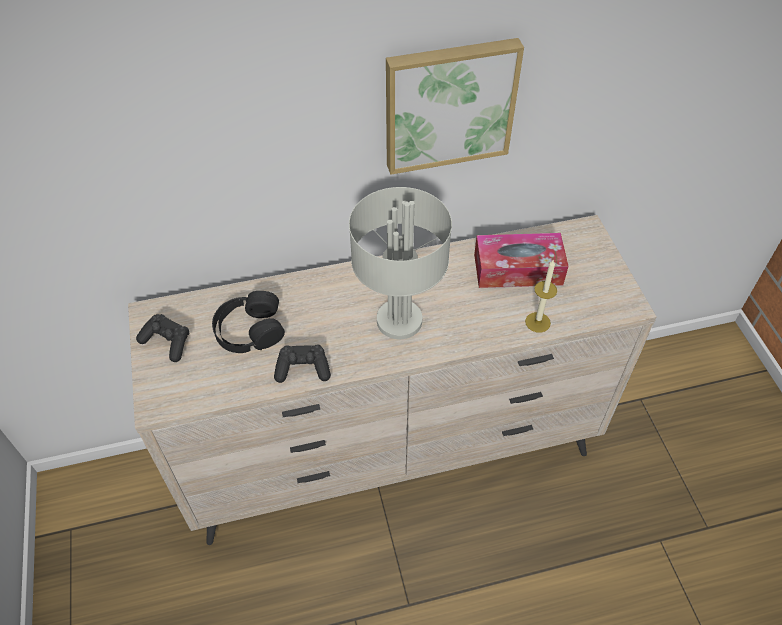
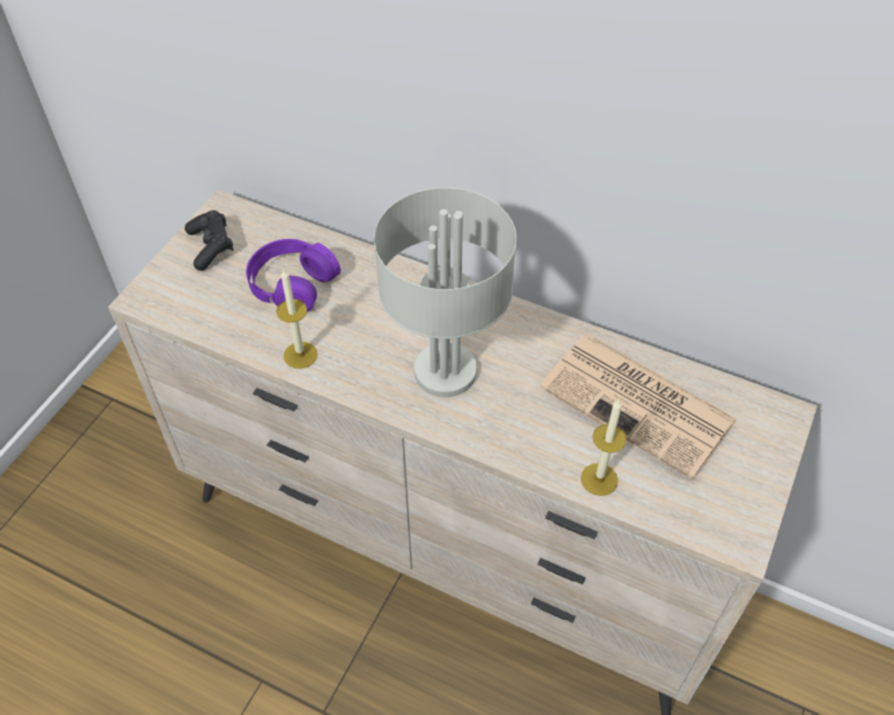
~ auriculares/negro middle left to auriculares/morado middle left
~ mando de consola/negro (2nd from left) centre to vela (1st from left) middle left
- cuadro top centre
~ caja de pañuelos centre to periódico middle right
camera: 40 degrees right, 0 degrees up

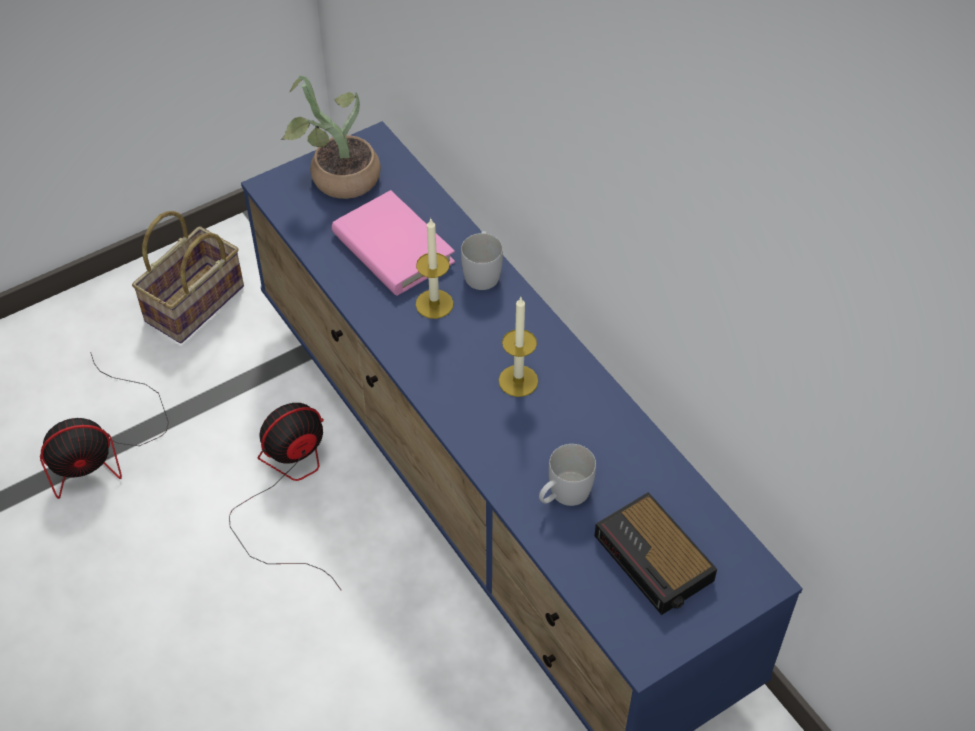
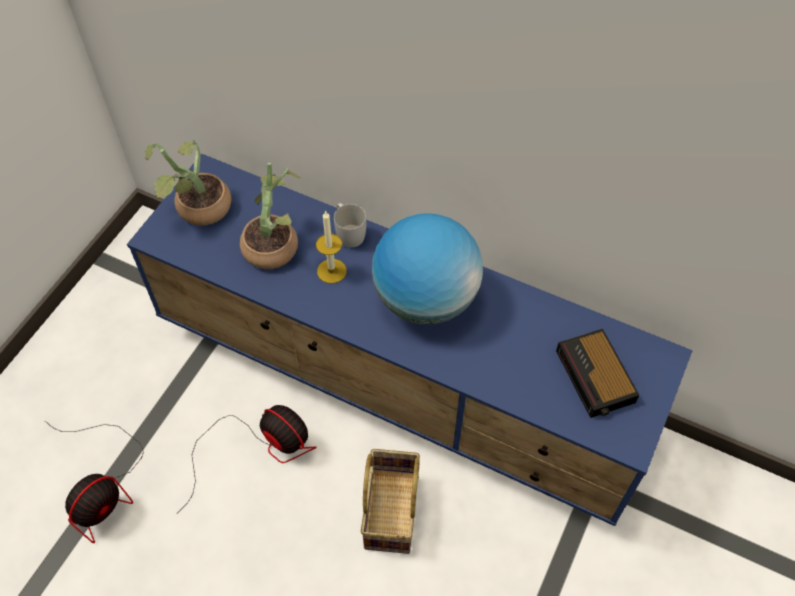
~ cesta middle left to bottom centre
~ ventilador (2nd from left) bottom left = bottom left 105 degrees clockwise
~ libro/rosa top centre to planta en maceta (2nd from left) centre
~ vela (2nd from left) centre to globo terráqueo centre
- taza grande/blanco (2nd from left) centre
~ despertador bottom right = middle right 45 degrees clockwise
camera: 30 degrees left, 5 degrees up

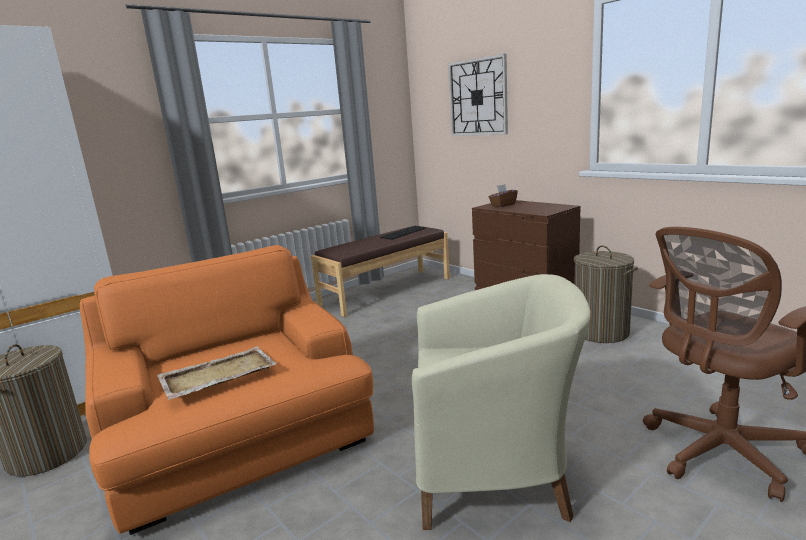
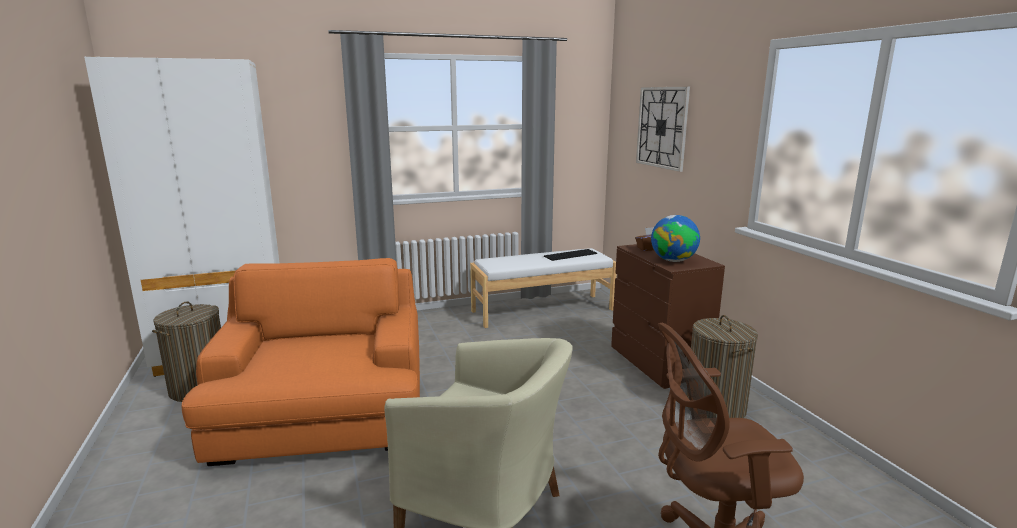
- bandeja/beis bottom left
~ banco/marrón centre to banco/blanco centre
+ globo terráqueo centre
camera: 20 degrees right, 0 degrees up

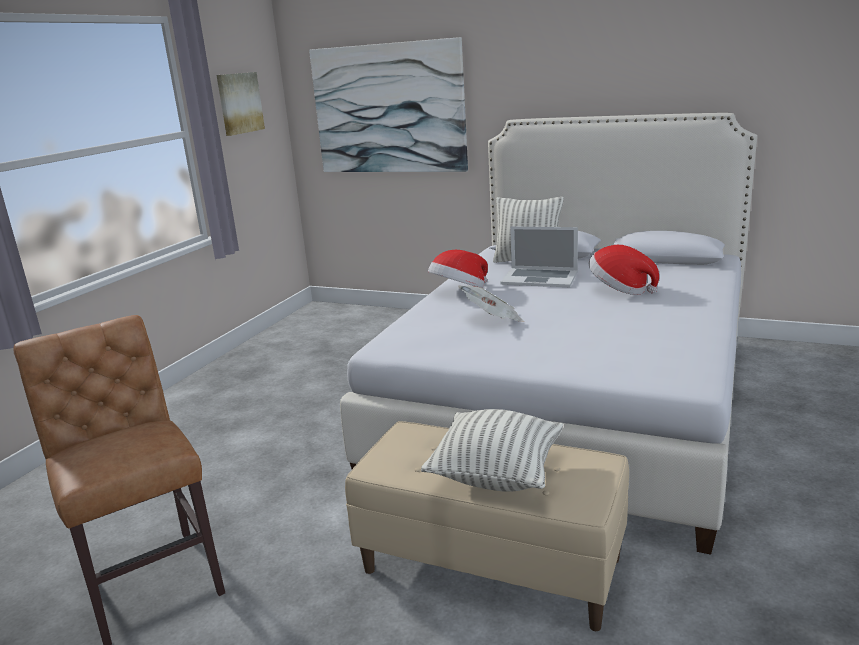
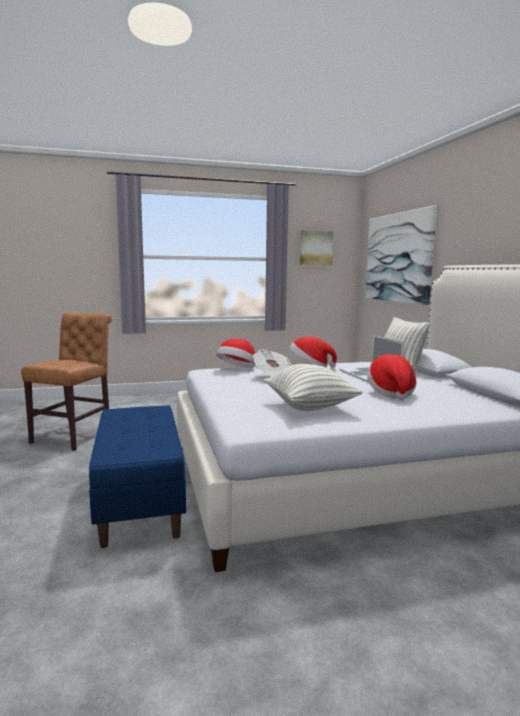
~ banco/beis bottom centre to banco/azul middle left
~ cojín (1st from left) bottom centre to centre
+ sombrero (1st from left) centre
camera: 50 degrees right, 10 degrees down

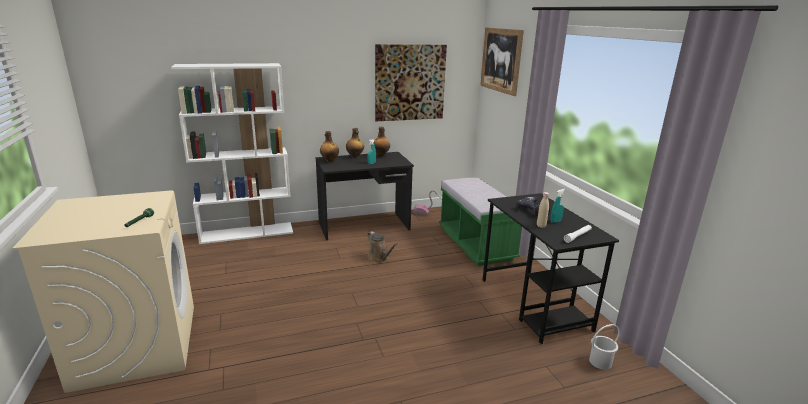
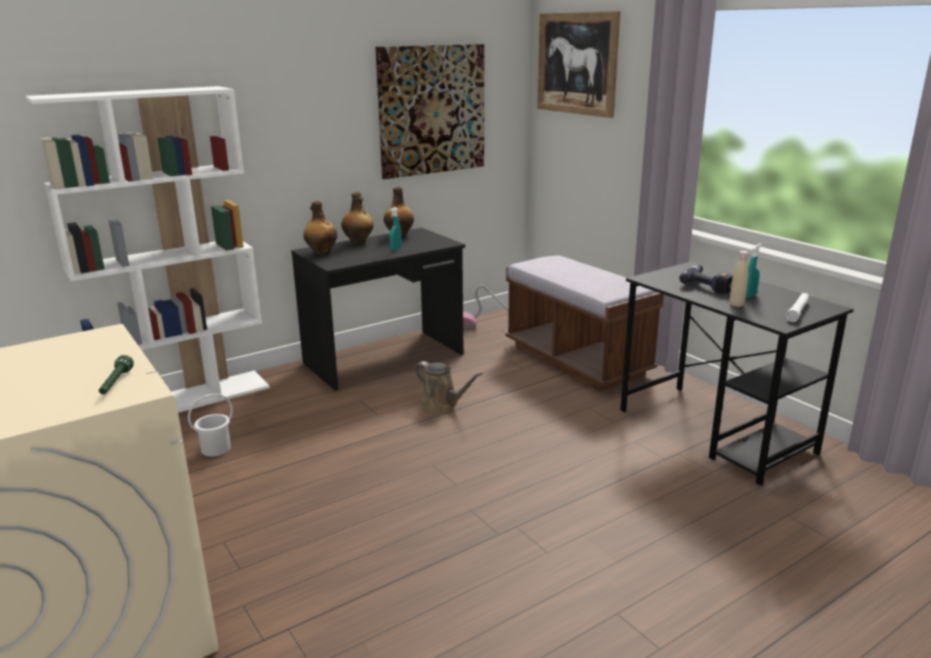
~ banco/verde centre to banco/marrón centre
~ cubo/blanco bottom right to middle left
camera: 15 degrees left, 0 degrees up

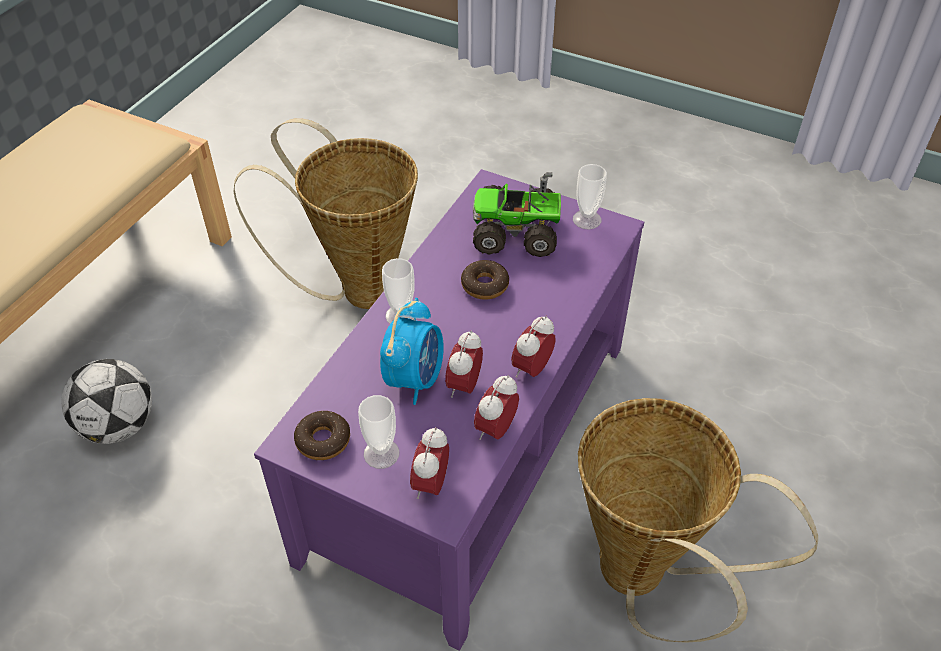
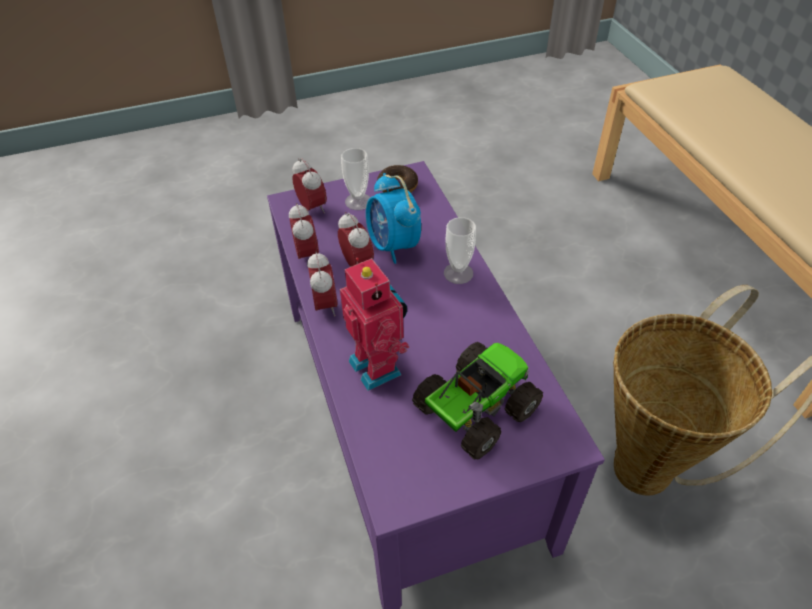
- balón de fútbol middle left
- rosquilla (2nd from left) centre
- taza (3rd from left) top centre
- cesta (2nd from left) bottom right
+ robot de juguete centre
camera: 135 degrees right, 0 degrees up

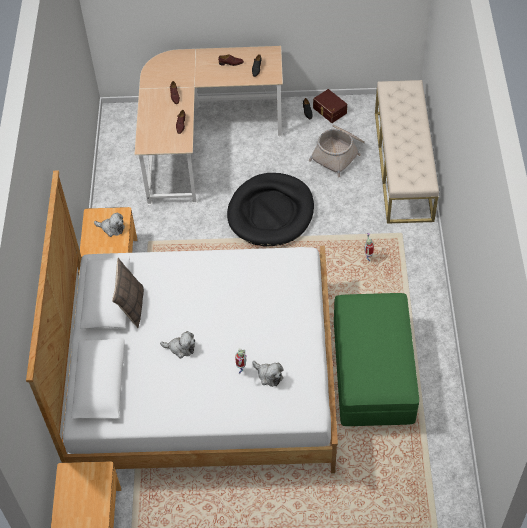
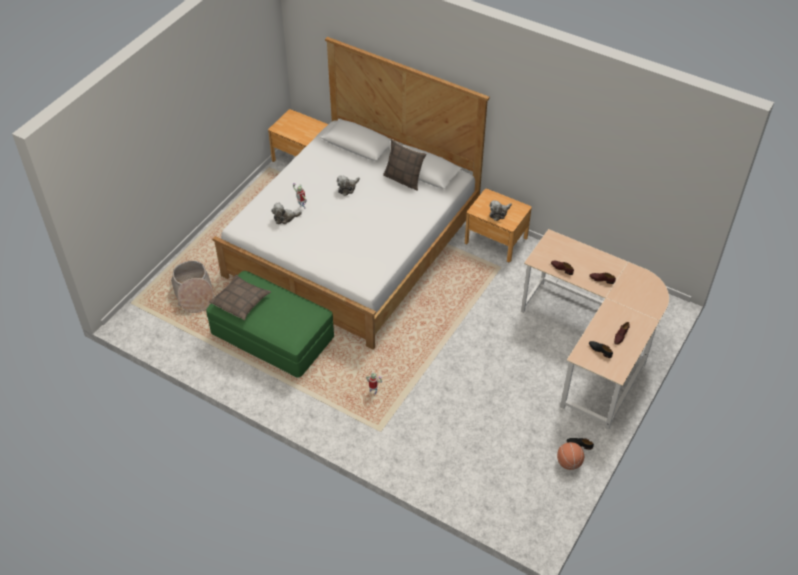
- cama para perro/negro centre
~ cesta top centre to middle left
~ caja de almacenaje/marrón top centre to balón de baloncesto bottom right
- banco/beis top right
+ cojín (1st from left) middle left
camera: 120 degrees right, 5 degrees down

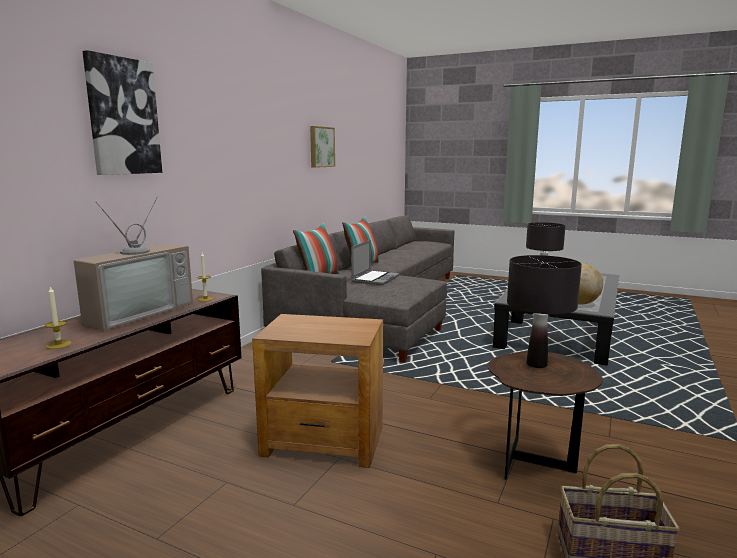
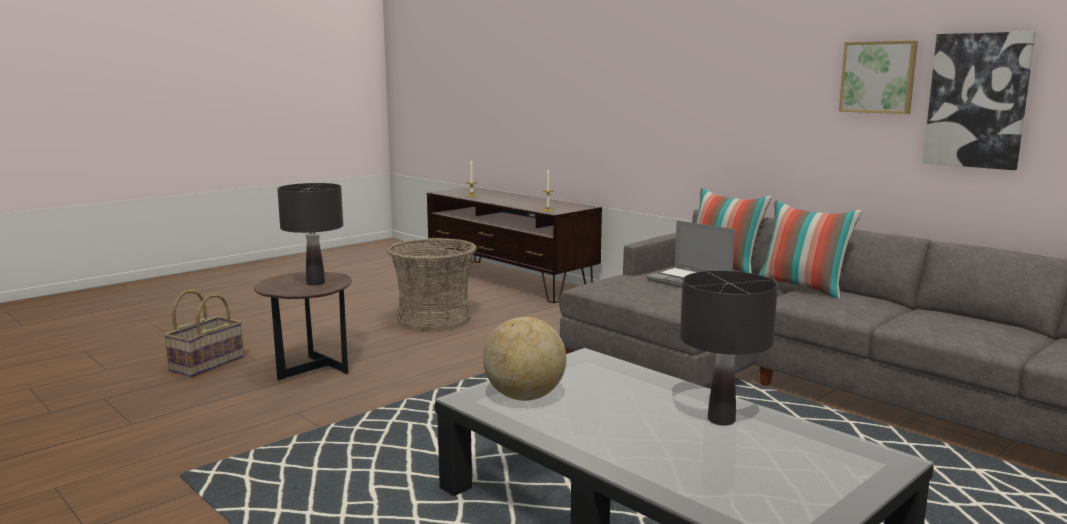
- televisor middle left
~ cuadro (1st from left in the first image) top left to cuadro (2nd from left) top right
~ mesa auxiliar/marrón (1st from left) bottom centre to cesta (2nd from left) centre
camera: 110 degrees right, 0 degrees up

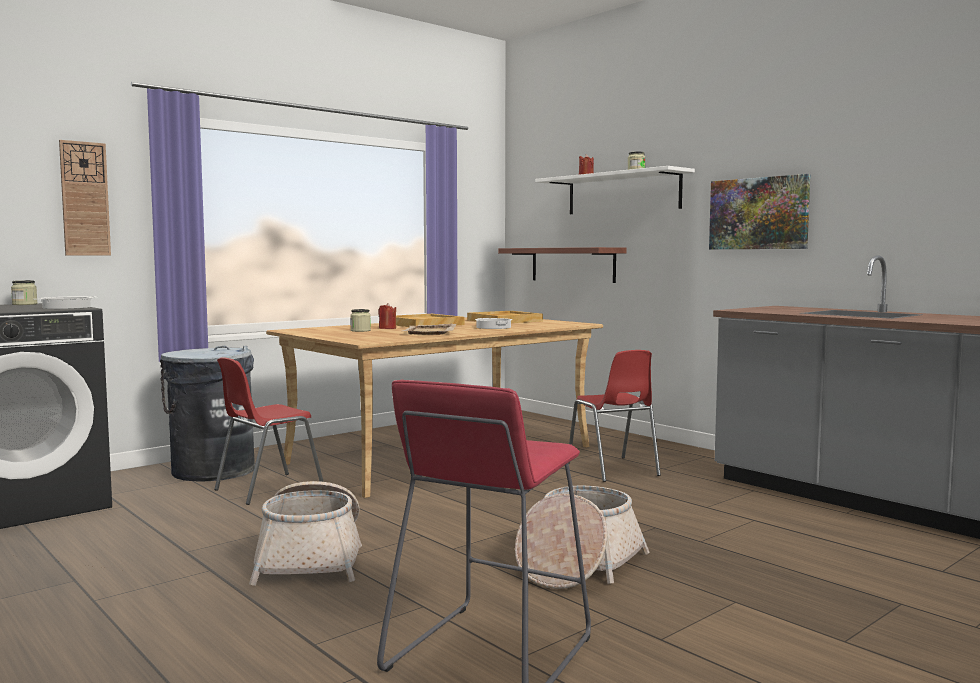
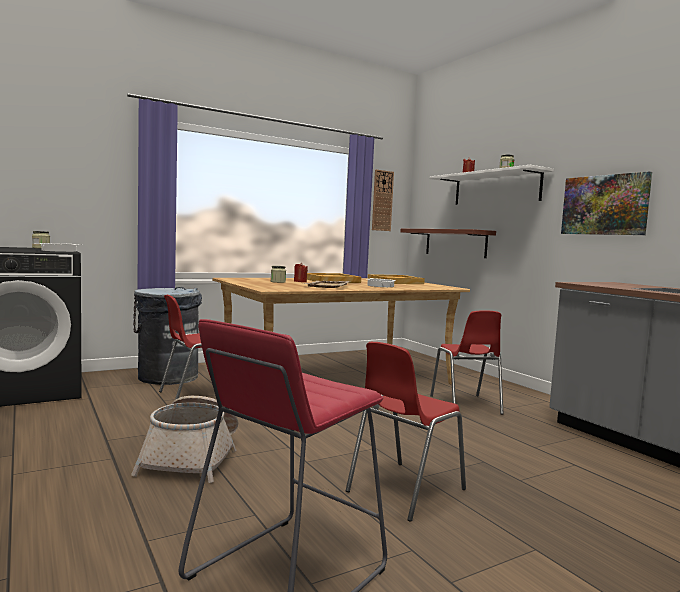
~ reloj de pared top left to centre
~ cesta (2nd from left) bottom centre to silla/rojo (2nd from left) bottom centre
camera: 10 degrees right, 0 degrees up

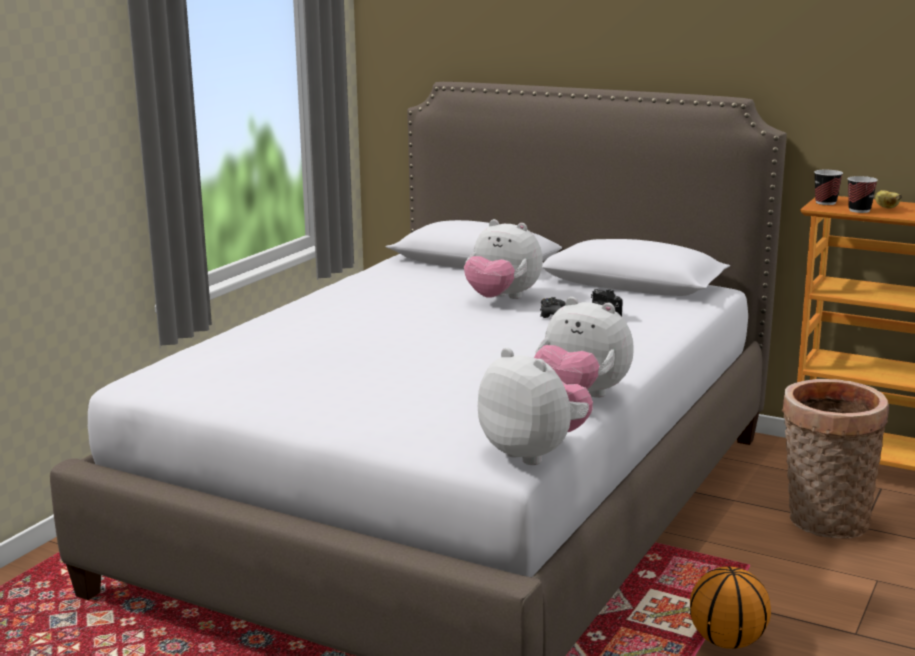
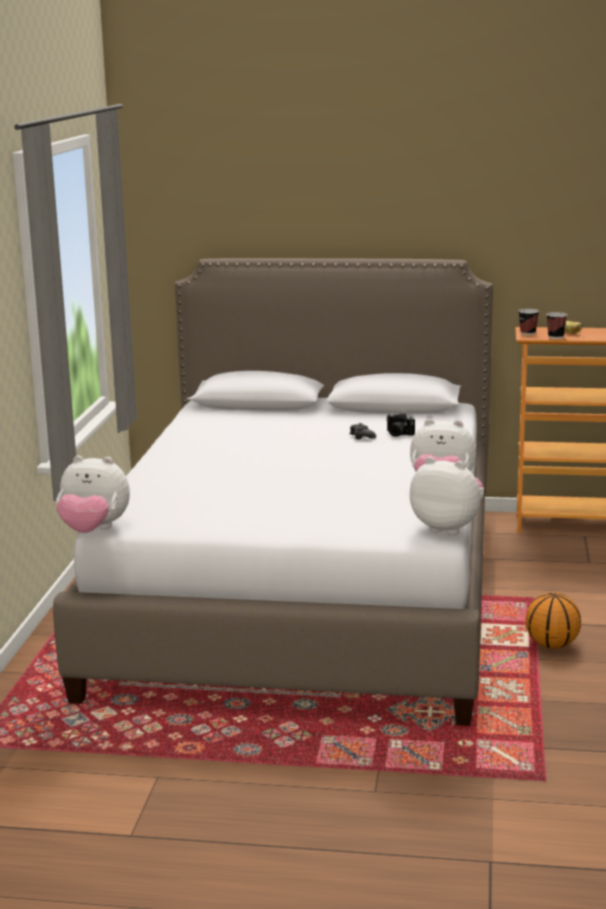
~ peluche (1st from left) centre to middle left
- cesta bottom right
camera: 20 degrees left, 0 degrees up

